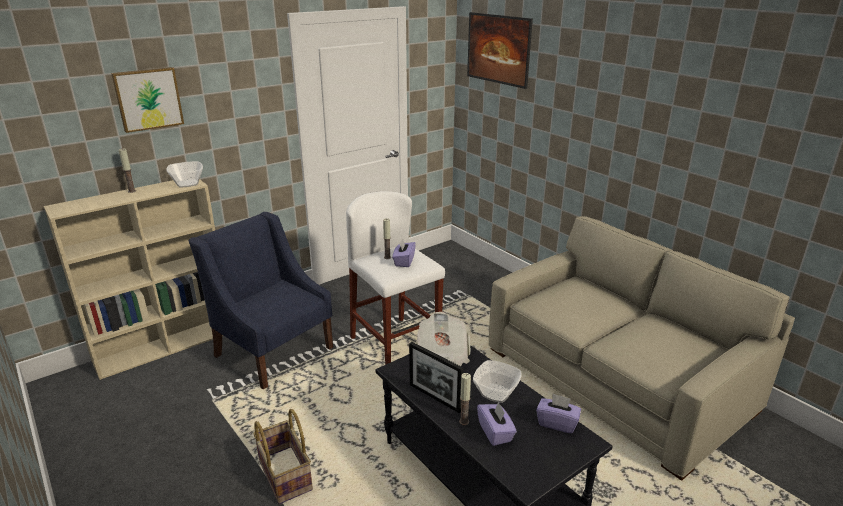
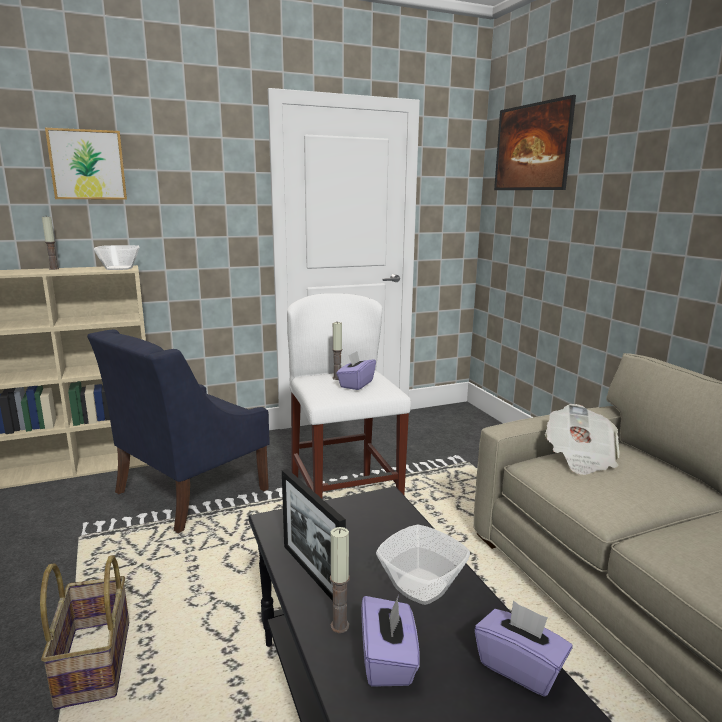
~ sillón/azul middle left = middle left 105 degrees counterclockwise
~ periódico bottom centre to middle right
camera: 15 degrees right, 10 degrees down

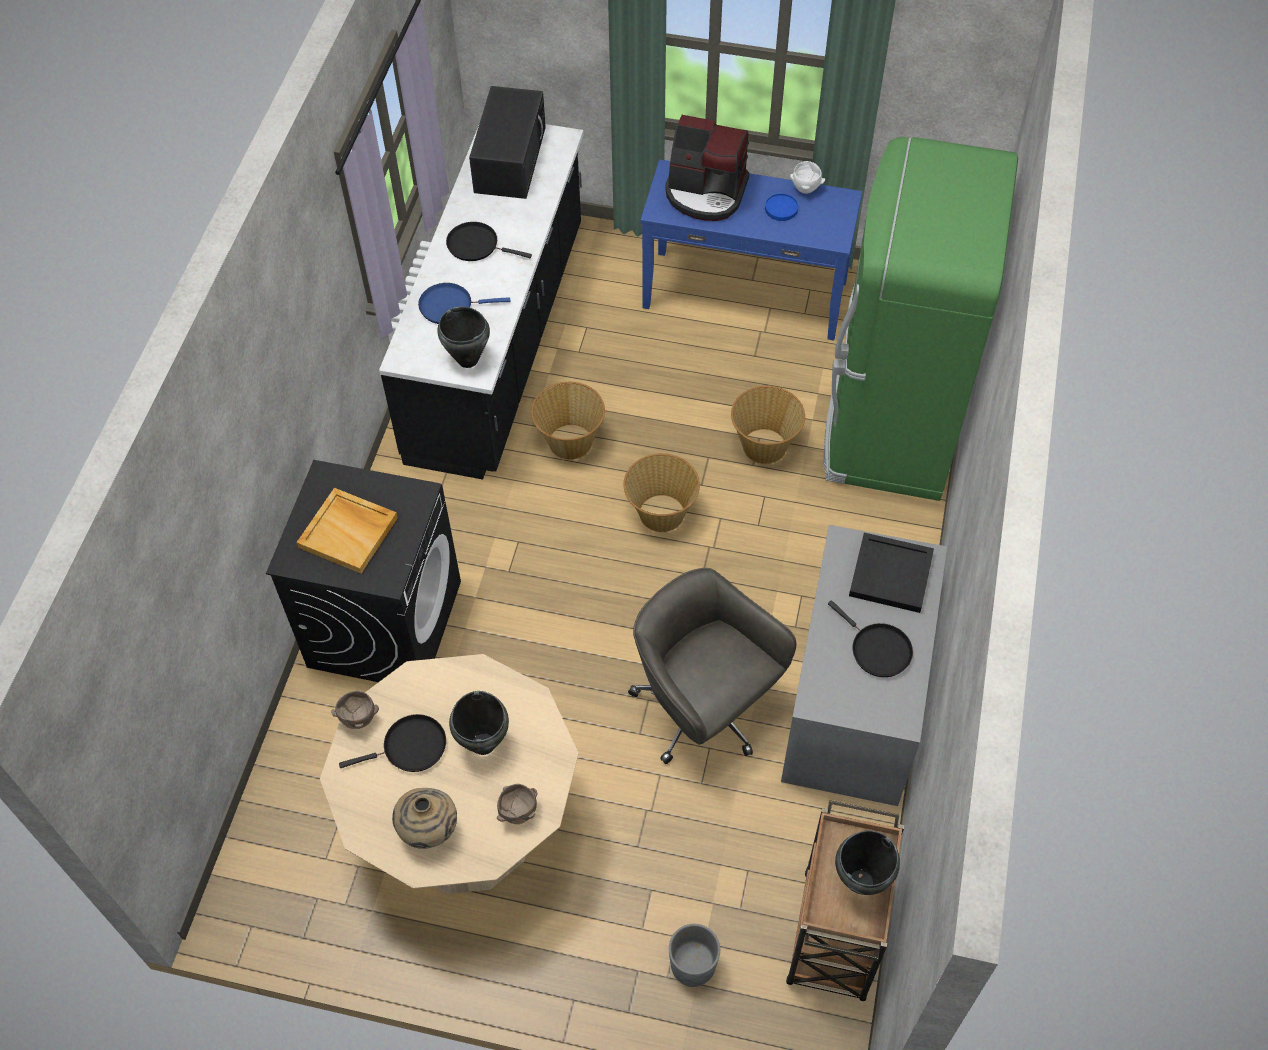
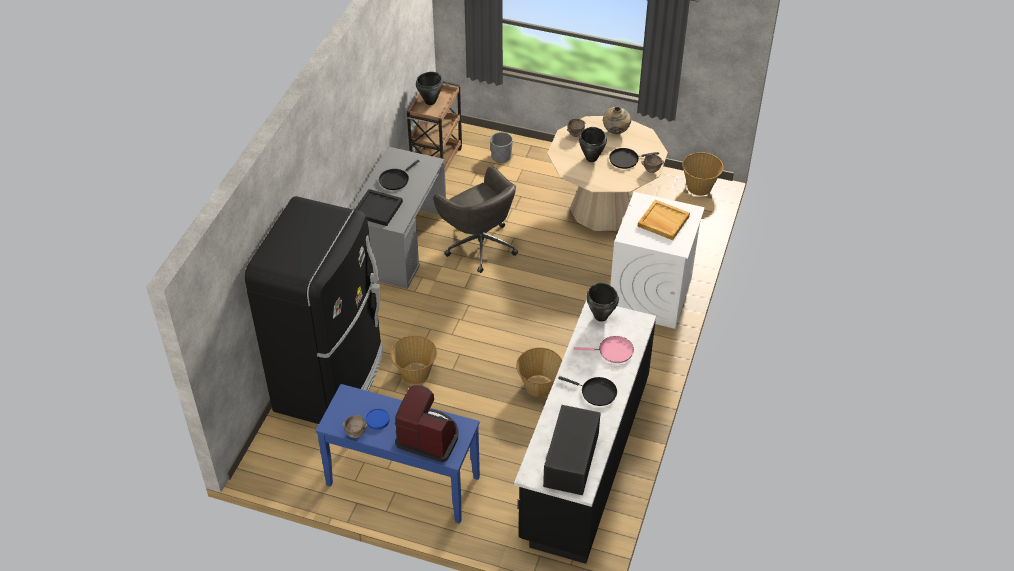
~ lavadora/negro middle left to lavadora/blanco centre
~ sartén/azul top centre to sartén/rosa centre
~ cesta (2nd from left in the first image) centre to cesta (3rd from left) top right
~ cuenco/blanco top centre to cuenco/marrón (1st from left) bottom centre
~ nevera/verde top right to nevera/negro middle left
~ sartén/negro (3rd from left in the first image) middle right = top centre 105 degrees counterclockwise
camera: 175 degrees left, 10 degrees down

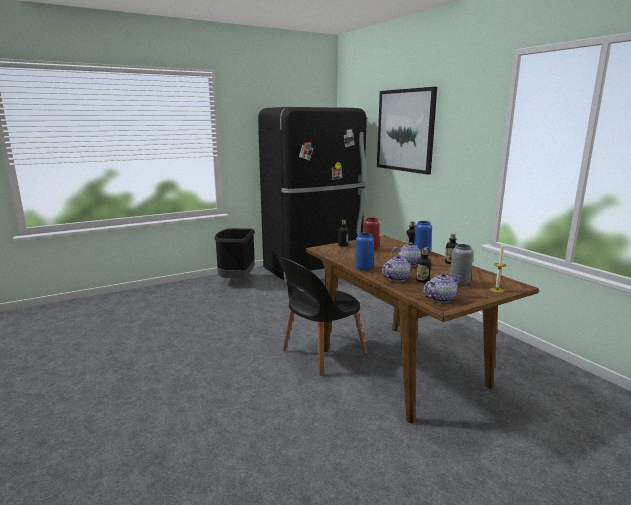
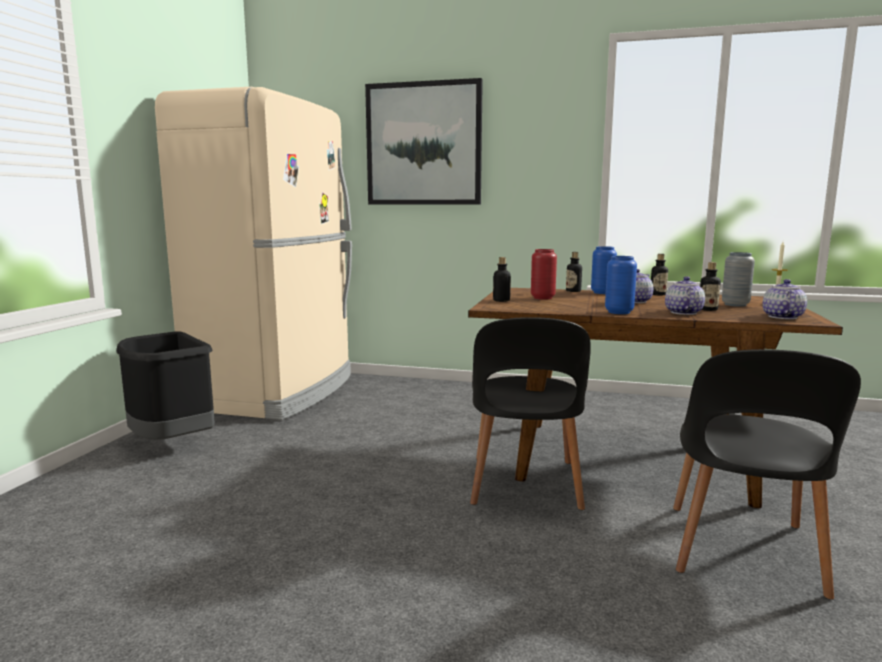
~ nevera/negro centre to nevera/beis middle left
+ silla/negro (2nd from left) bottom right
camera: 45 degrees left, 5 degrees down

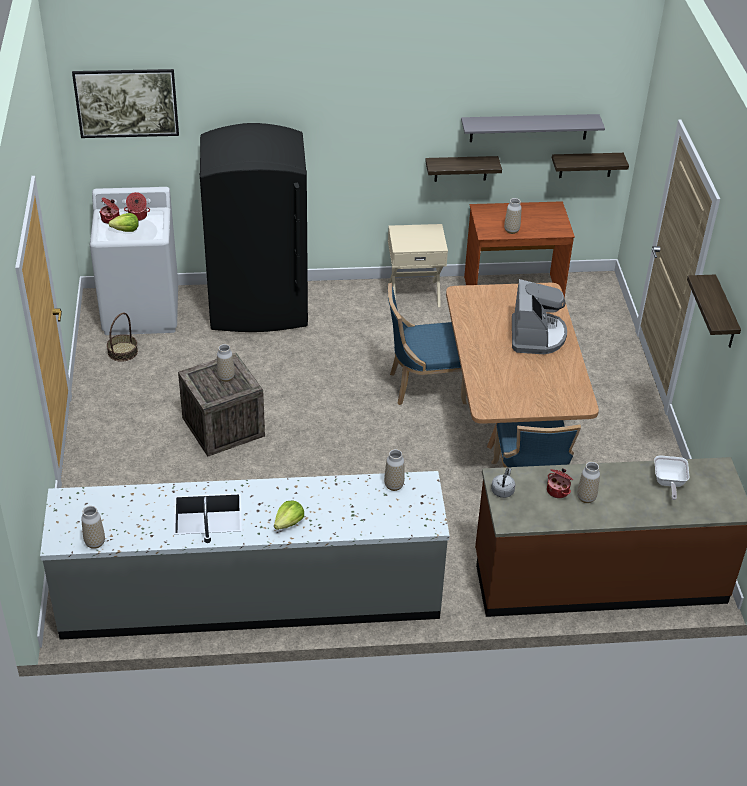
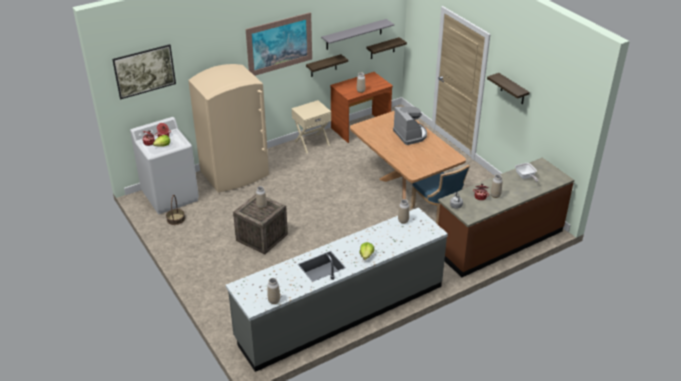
~ nevera/negro top centre to nevera/beis centre
- silla/azul (1st from left) centre
+ cuadro (2nd from left) top centre
camera: 25 degrees left, 5 degrees down

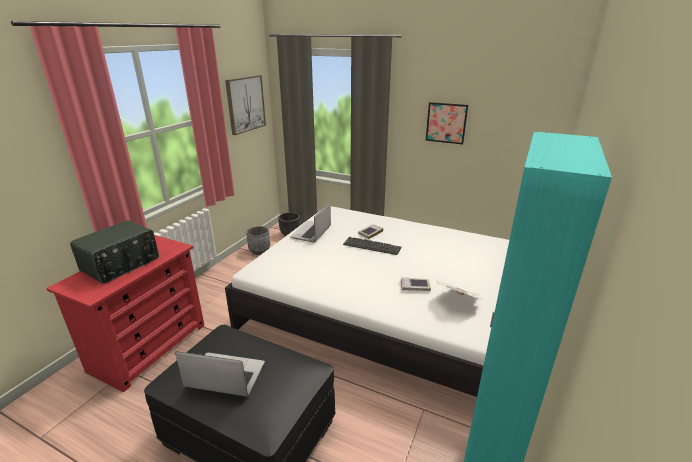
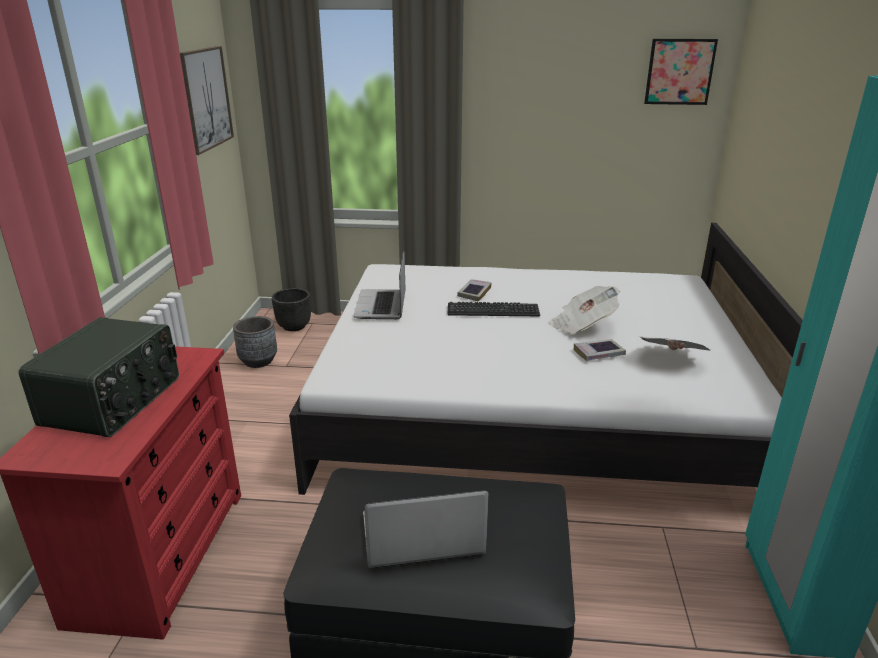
~ cuadro (2nd from left) top centre to top right
+ periódico (1st from left) centre
camera: 20 degrees left, 0 degrees up

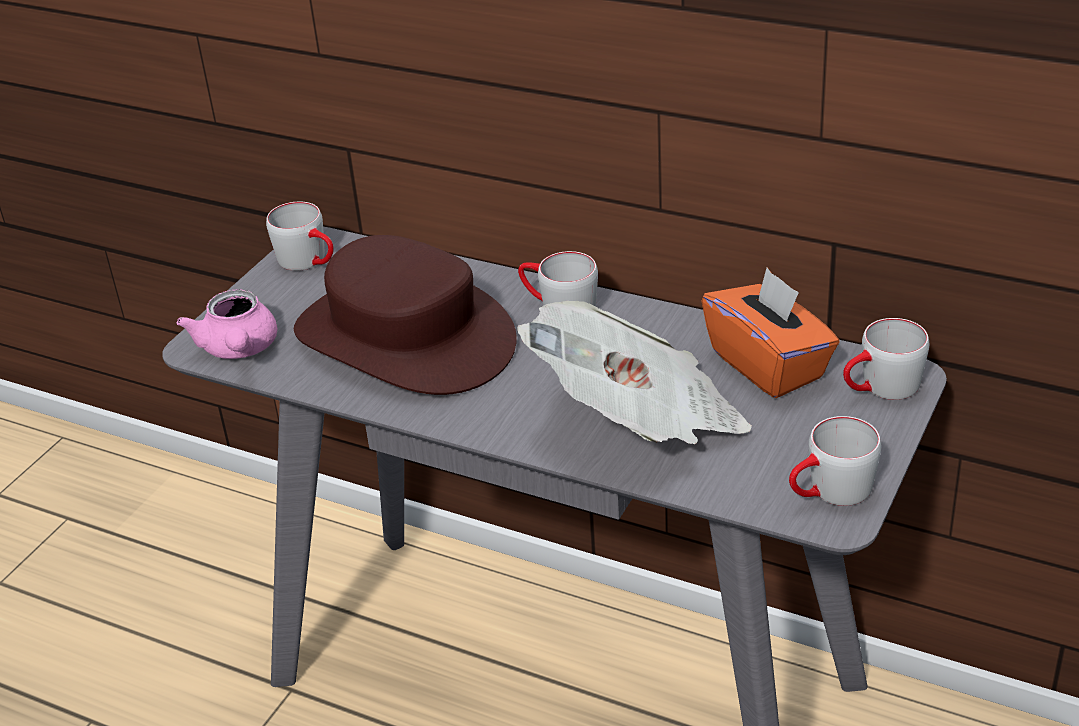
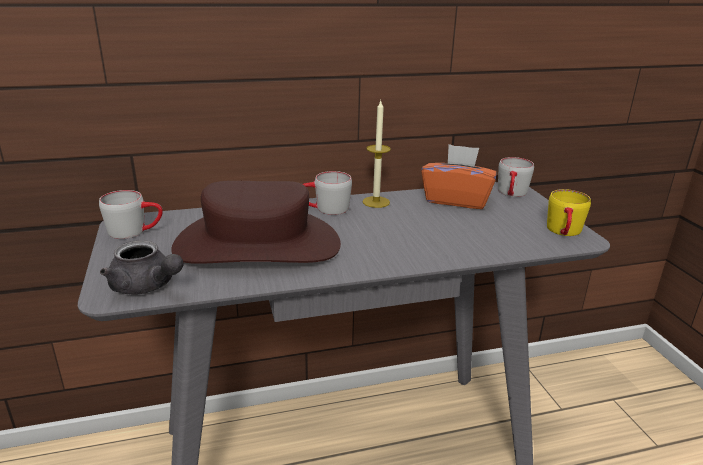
~ tetera/rosa middle left to tetera/gris middle left
- periódico centre
~ taza grande/gris (3rd from left) middle right to taza grande/amarillo middle right
+ vela top centre
camera: 45 degrees left, 10 degrees down

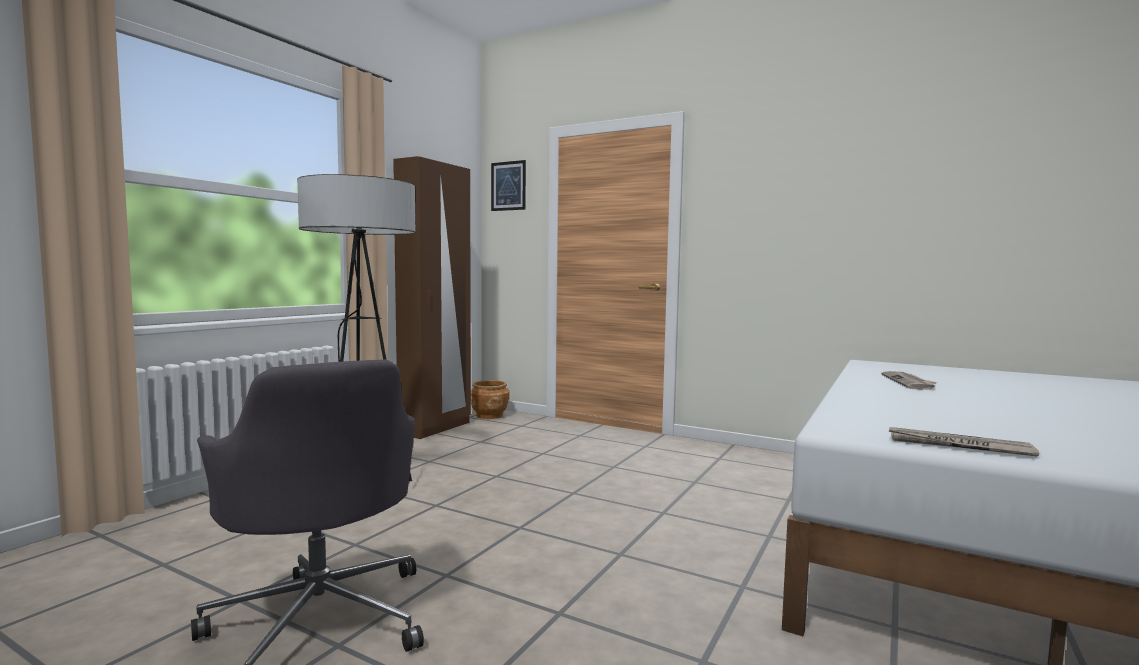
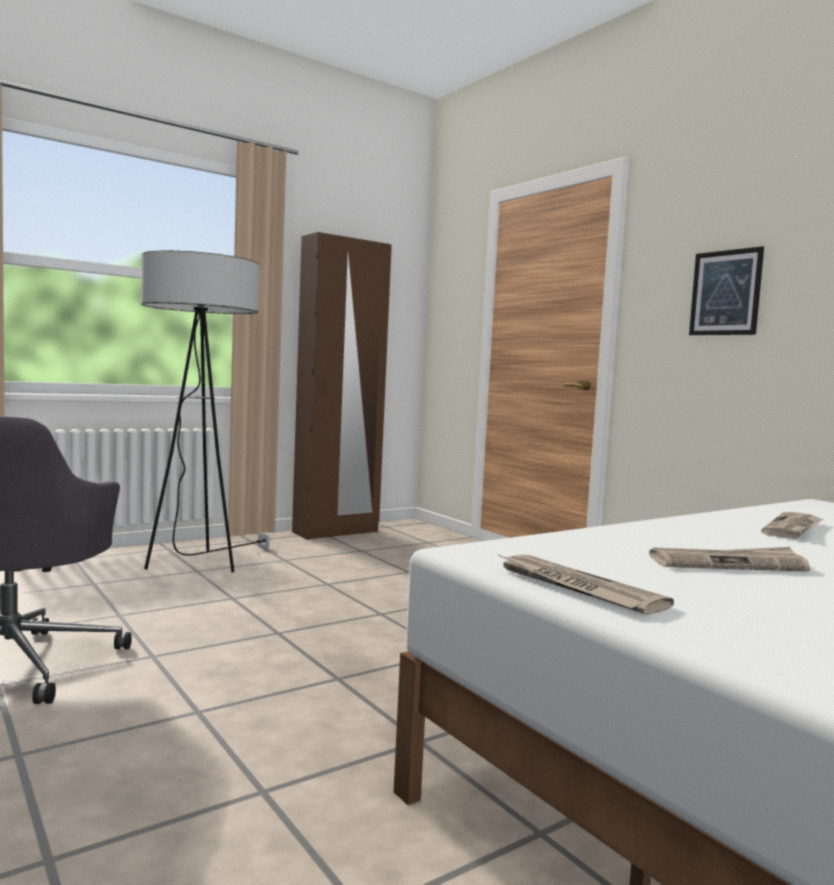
- maceta/marrón centre
~ cuadro top centre to top right
+ periódico (2nd from left) middle right
camera: 25 degrees right, 0 degrees up

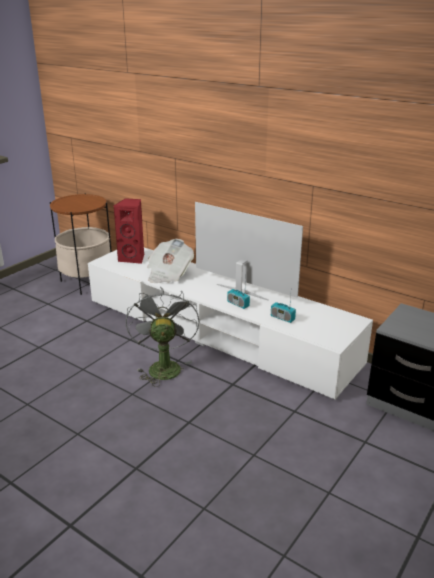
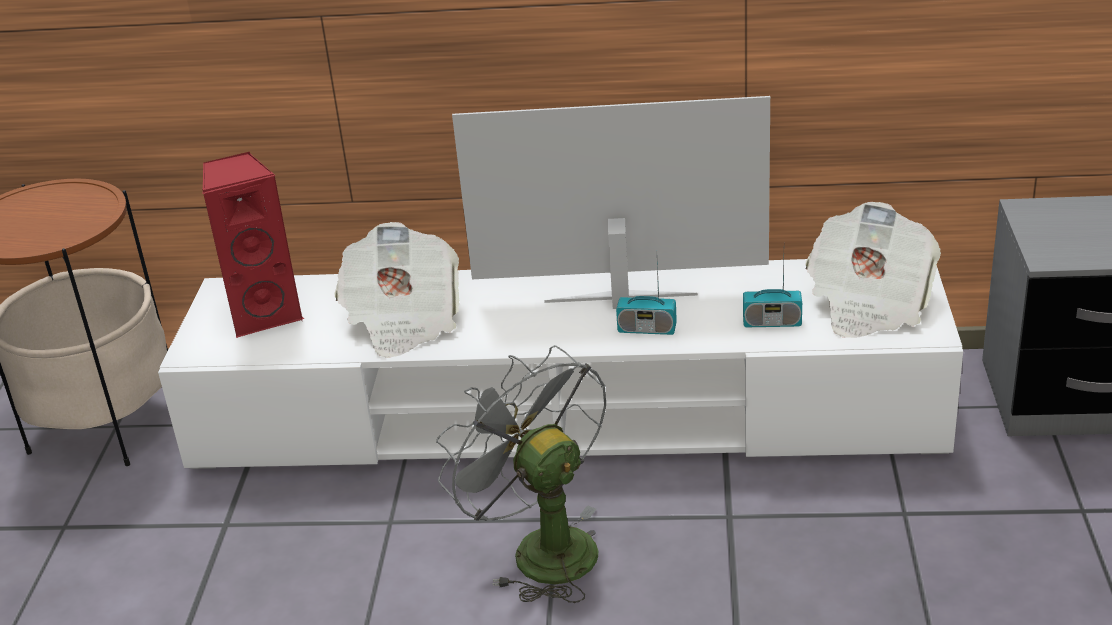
+ periódico (2nd from left) middle right
camera: 30 degrees left, 5 degrees up

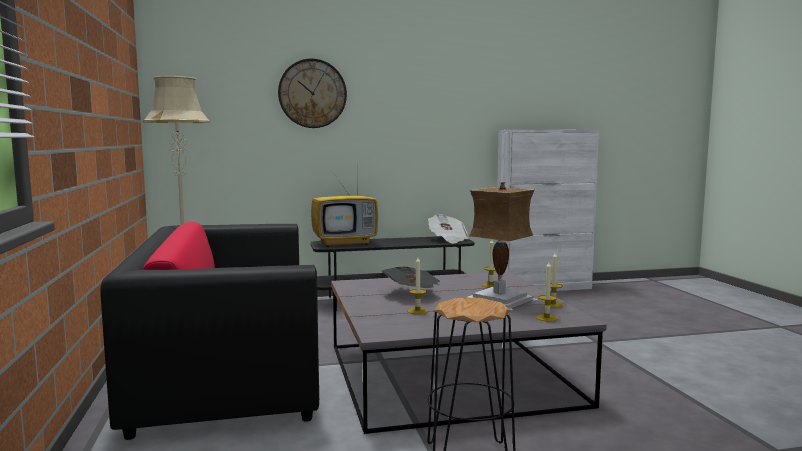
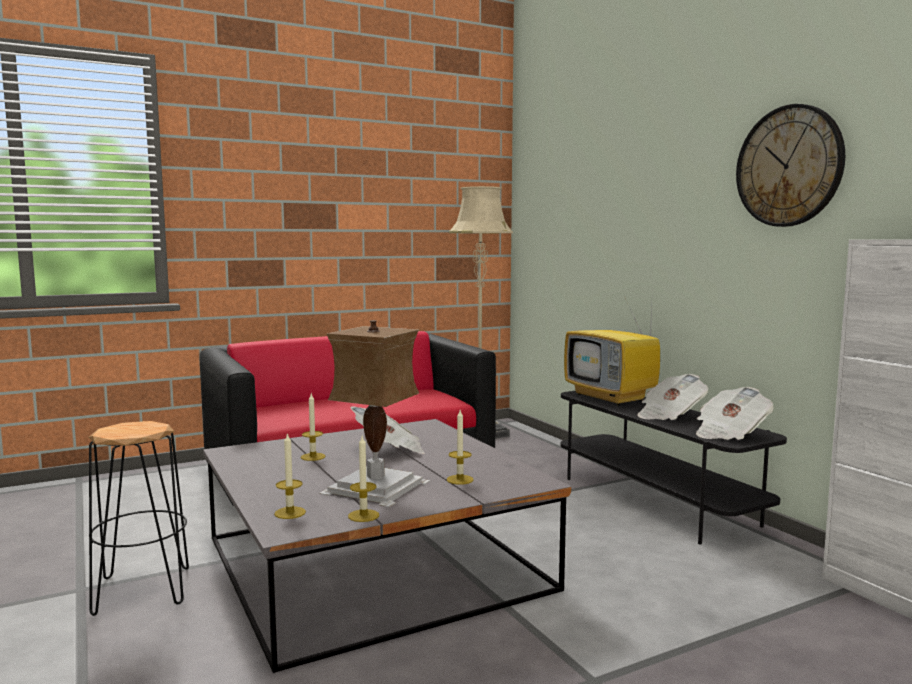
~ reloj de pared top centre to top right
+ periódico (2nd from left) middle right
camera: 75 degrees right, 0 degrees up

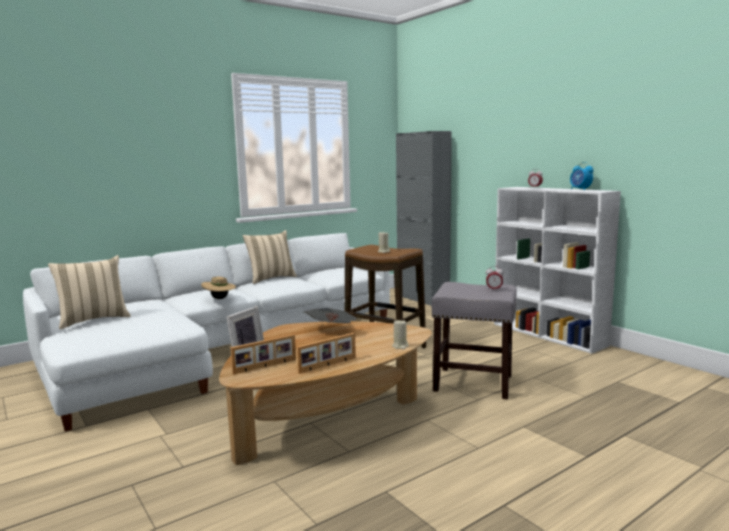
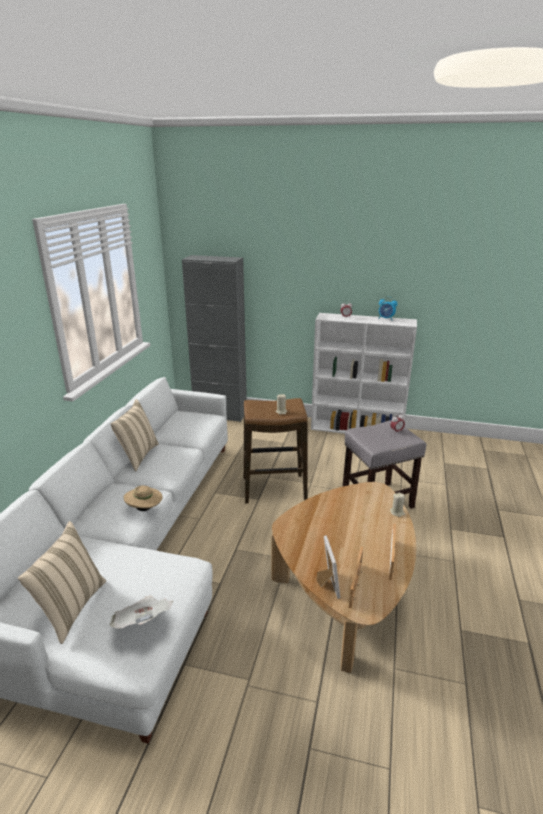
~ periódico centre to bottom left
camera: 40 degrees left, 15 degrees up

